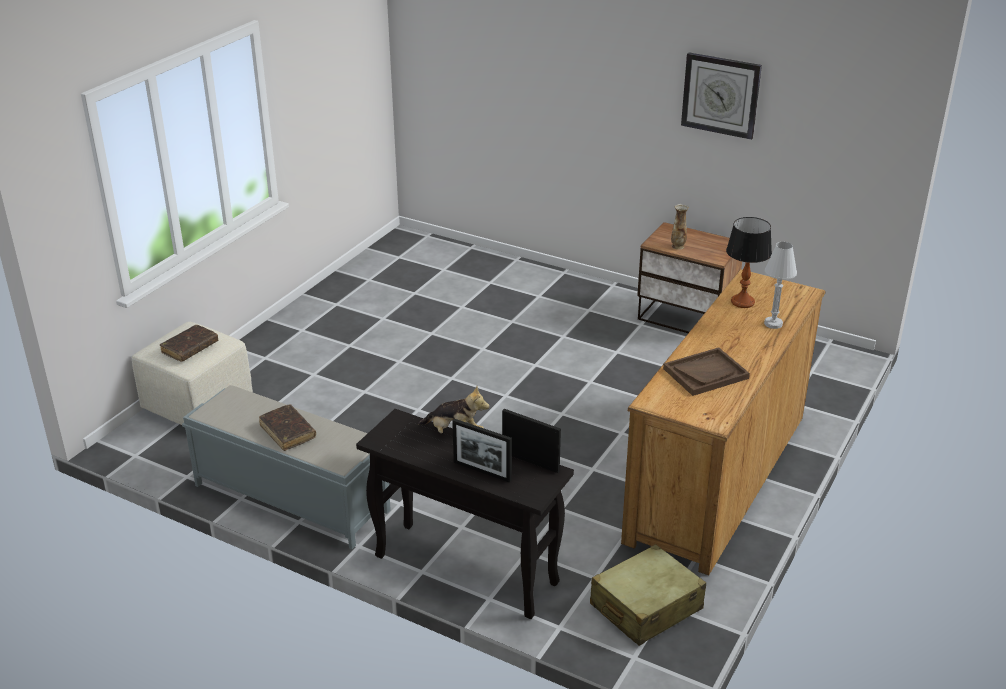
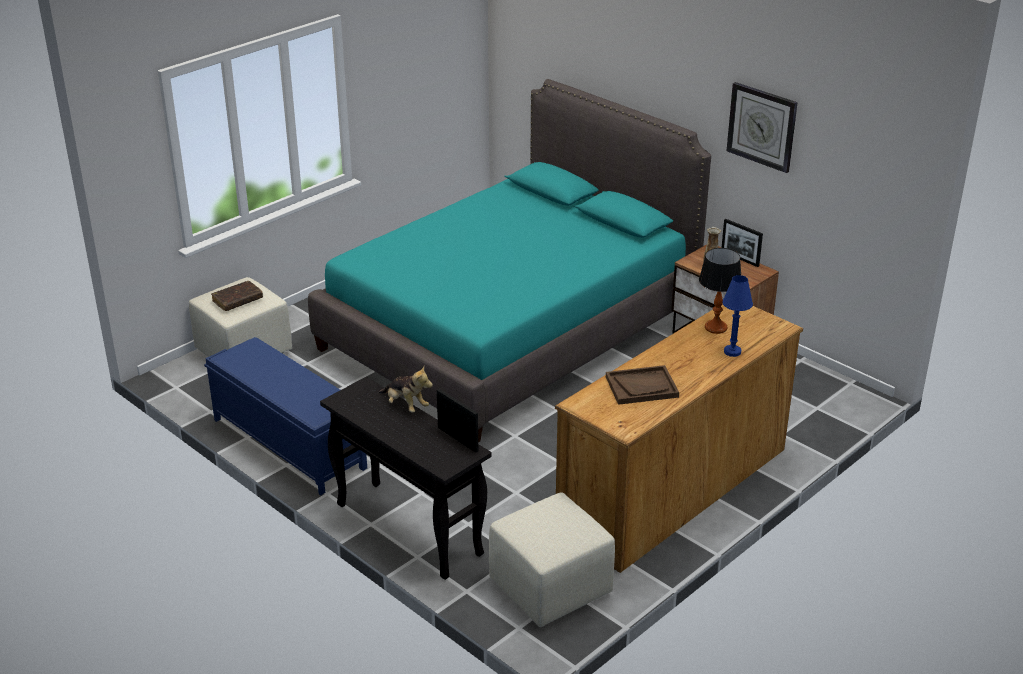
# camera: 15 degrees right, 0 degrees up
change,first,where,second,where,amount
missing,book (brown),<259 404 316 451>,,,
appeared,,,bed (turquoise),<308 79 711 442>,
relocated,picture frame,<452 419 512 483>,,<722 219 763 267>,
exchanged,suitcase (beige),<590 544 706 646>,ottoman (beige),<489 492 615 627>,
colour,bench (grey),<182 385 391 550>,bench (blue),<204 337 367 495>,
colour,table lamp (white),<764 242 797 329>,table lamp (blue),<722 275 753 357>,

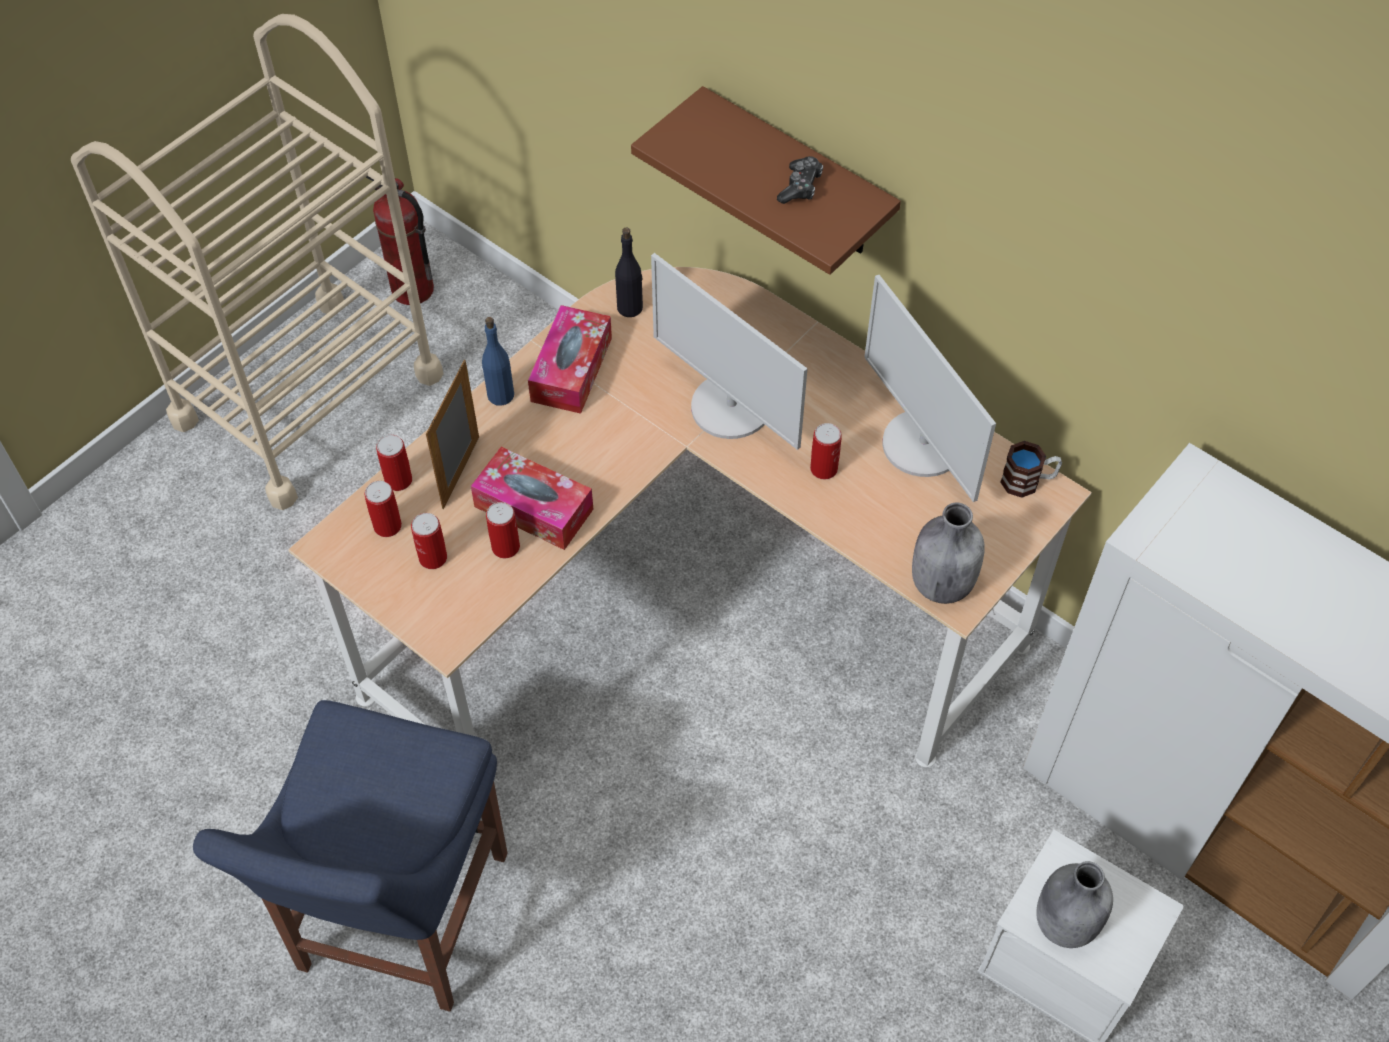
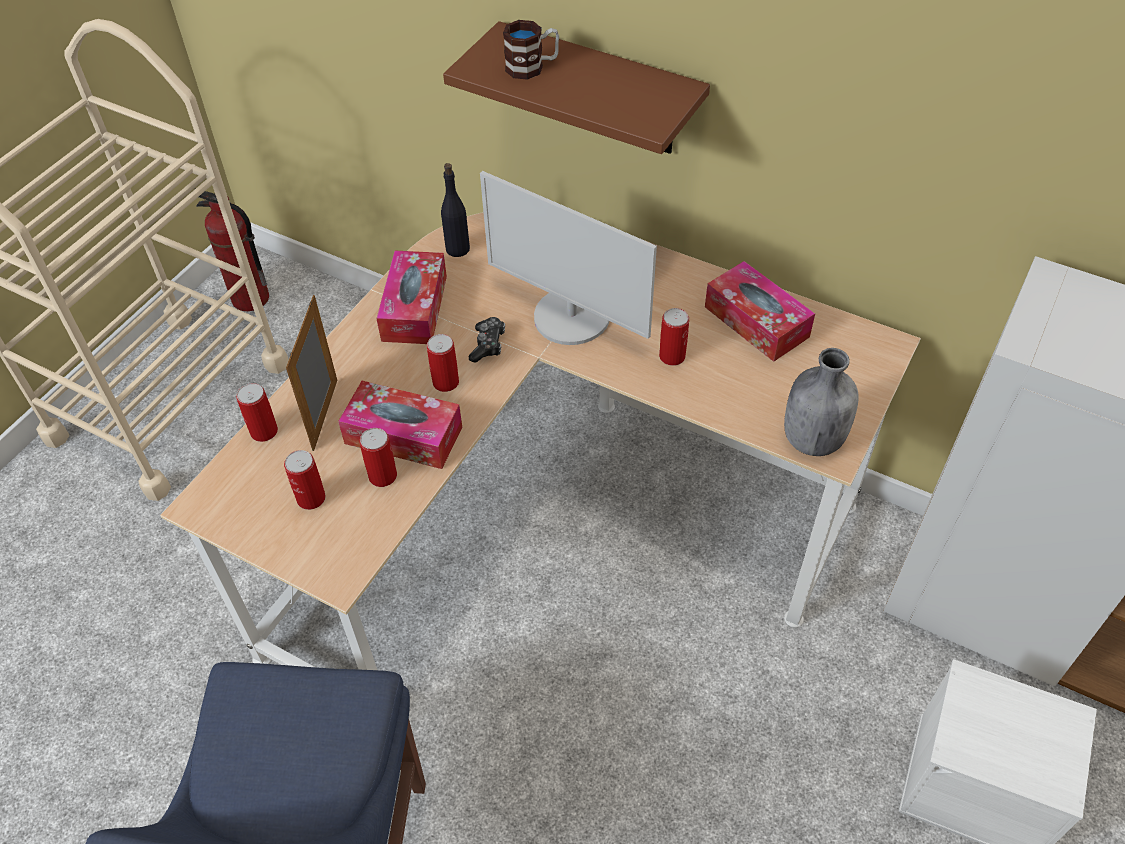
# camera: 10 degrees left, 5 degrees down
change,first,where,second,where,amount
missing,bottle (blue),<482 317 514 406>,,,
missing,bottle (grey),<1036 861 1113 948>,,,
relocated,can,<364 481 402 537>,,<427 334 459 392>,
relocated,game controller,<777 156 823 204>,,<469 317 505 363>,
relocated,mug,<1000 441 1062 498>,,<503 20 559 80>,
exchanged,monitor,<864 275 996 502>,tissue box,<705 261 815 362>,

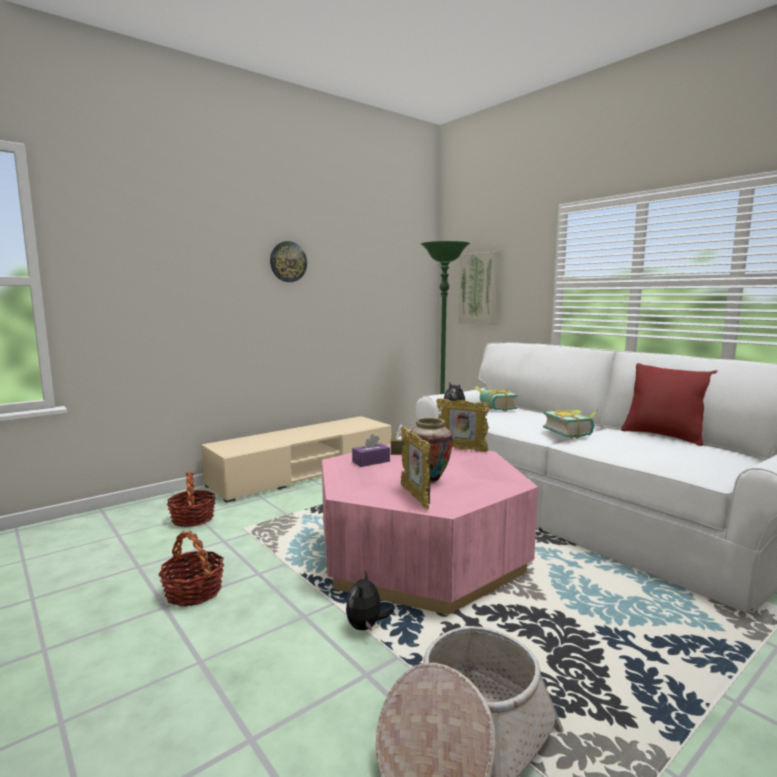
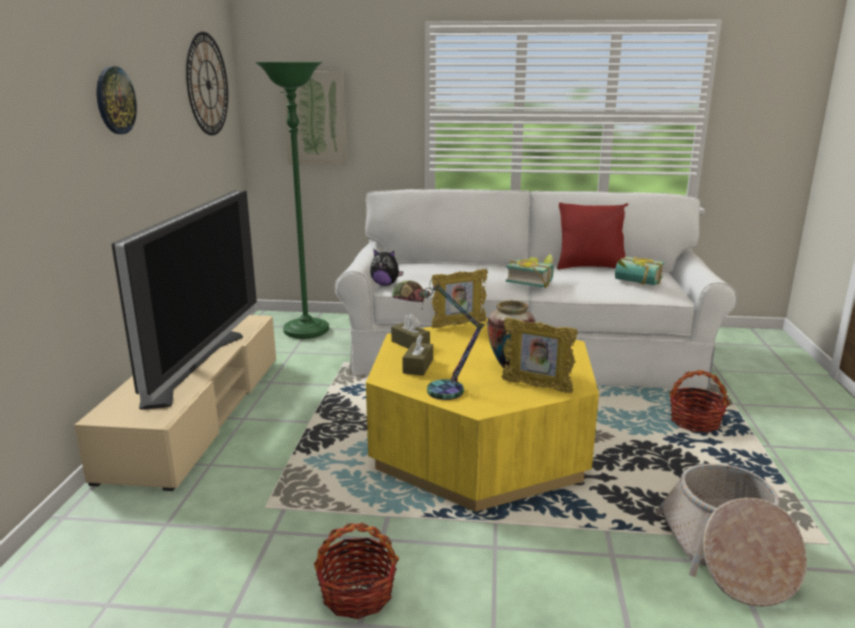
# camera: 45 degrees left, 10 degrees up
change,first,where,second,where,amount
missing,plush toy,<346 570 393 631>,,,
appeared,,,television,<111 190 257 410>,
appeared,,,wall clock,<186 32 228 136>,
appeared,,,table lamp,<392 278 487 400>,
relocated,basket,<167 472 216 527>,,<669 370 730 433>,
relocated,book,<475 386 518 412>,,<615 256 664 285>,
colour,coffee table (pink),<322 444 538 615>,coffee table (yellow),<366 318 599 512>,
colour,tissue box (purple),<352 434 390 467>,tissue box (brown),<402 335 433 376>,

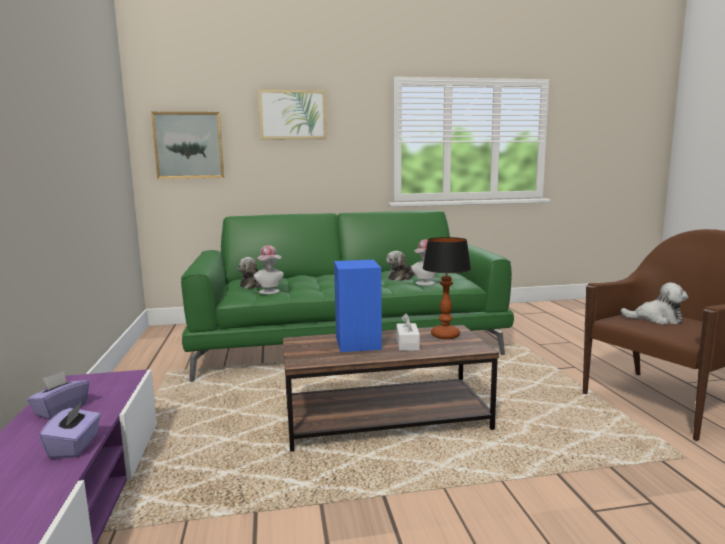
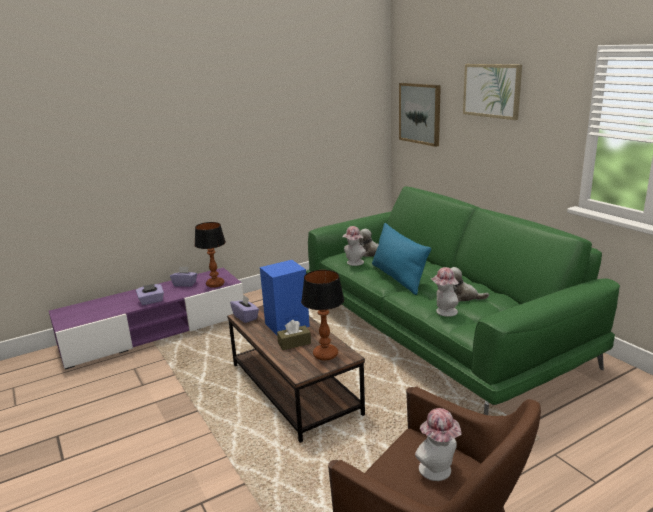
# camera: 70 degrees right, 10 degrees up
change,first,where,second,where,amount
appeared,,,table lamp,<194 222 226 288>,
appeared,,,tissue box (purple),<230 295 259 323>,
appeared,,,pillow (blue),<372 223 431 295>,
exchanged,plush toy,<620 282 688 325>,hat,<415 408 462 481>,
colour,tissue box (white),<397 314 420 351>,tissue box (brown),<277 320 311 350>,

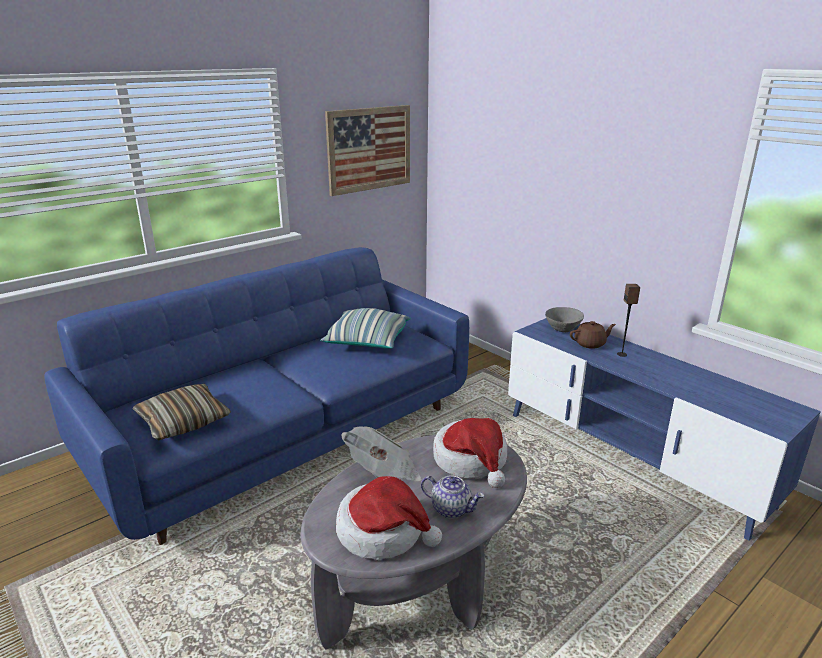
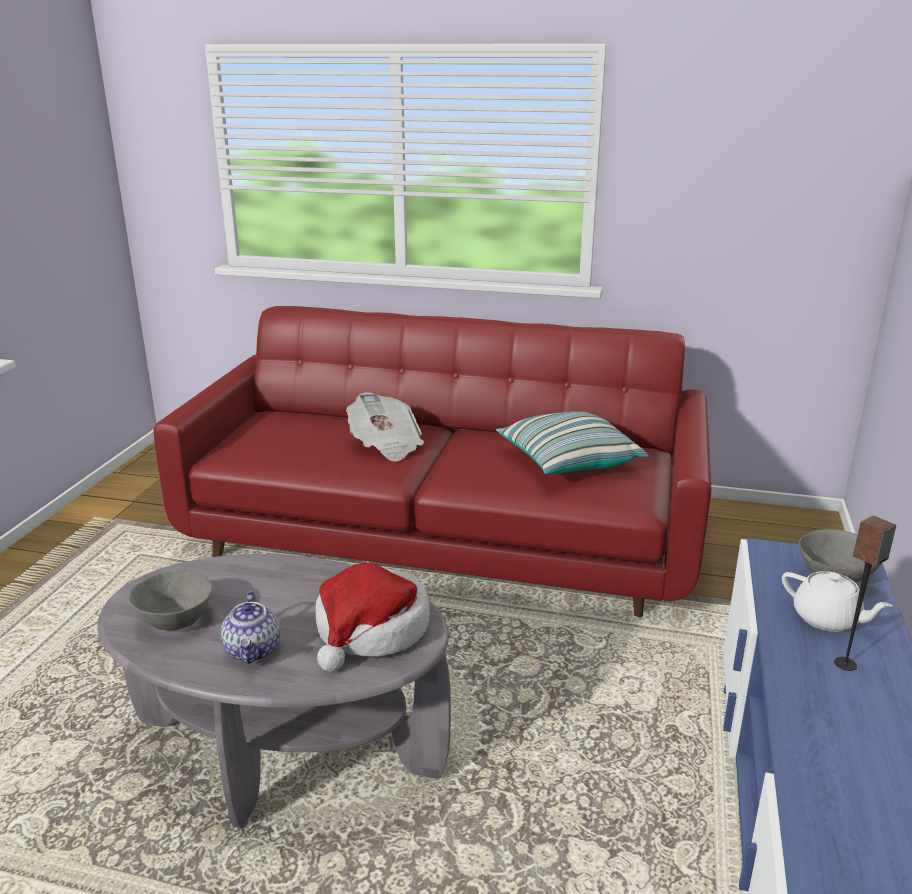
# camera: 55 degrees right, 0 degrees up
change,first,where,second,where,amount
missing,pillow,<132 384 231 440>,,,
missing,picture,<325 105 410 196>,,,
relocated,newspaper,<342 426 421 481>,,<346 392 424 462>,
exchanged,hat,<336 476 442 560>,bowl (grey),<129 570 212 631>,
colour,sofa (blue),<44 247 469 545>,sofa (red),<154 306 711 617>,
colour,teapot (brown),<570 321 616 349>,teapot (white),<782 571 893 632>,

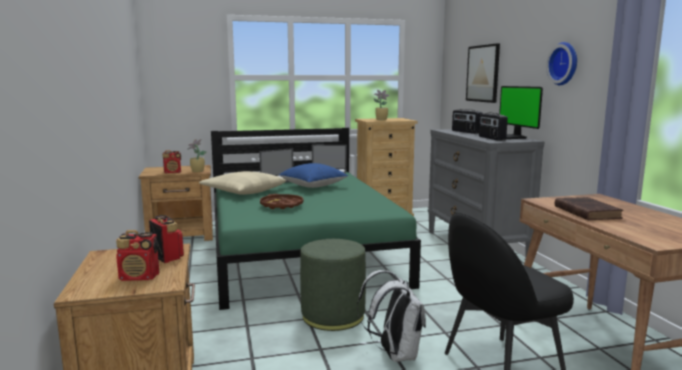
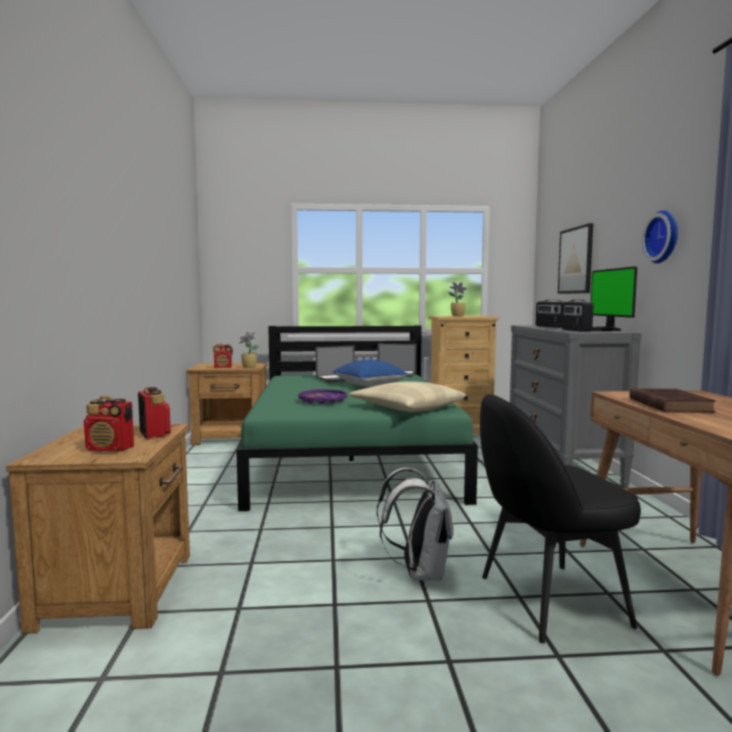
# camera: 10 degrees right, 5 degrees down
change,first,where,second,where,amount
missing,ottoman (green),<300 239 366 331>,,,
relocated,pillow (beige),<199 171 286 195>,,<349 381 466 412>,
colour,tray (brown),<260 194 304 209>,tray (purple),<298 389 347 404>,

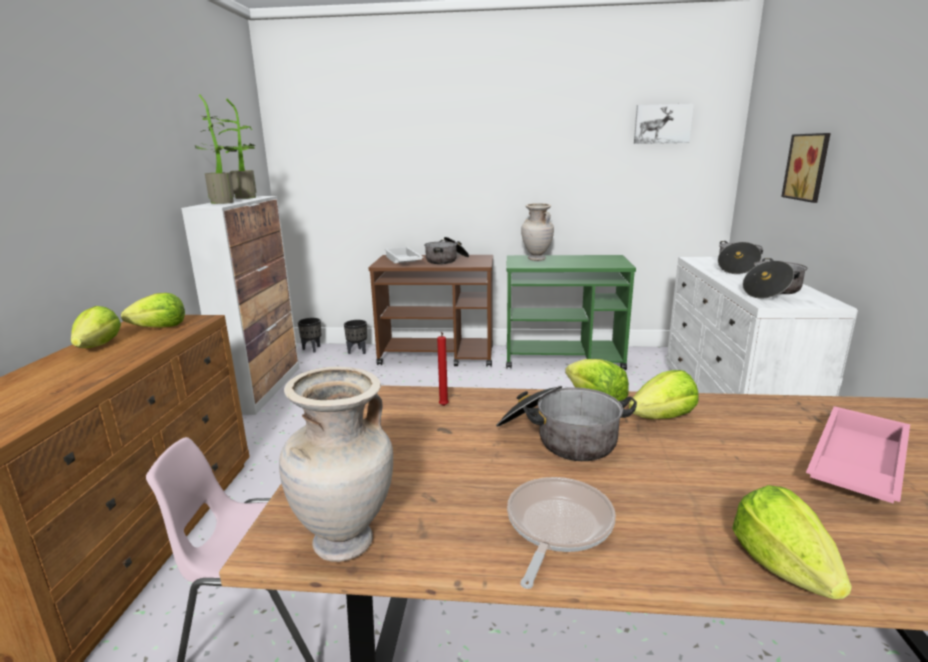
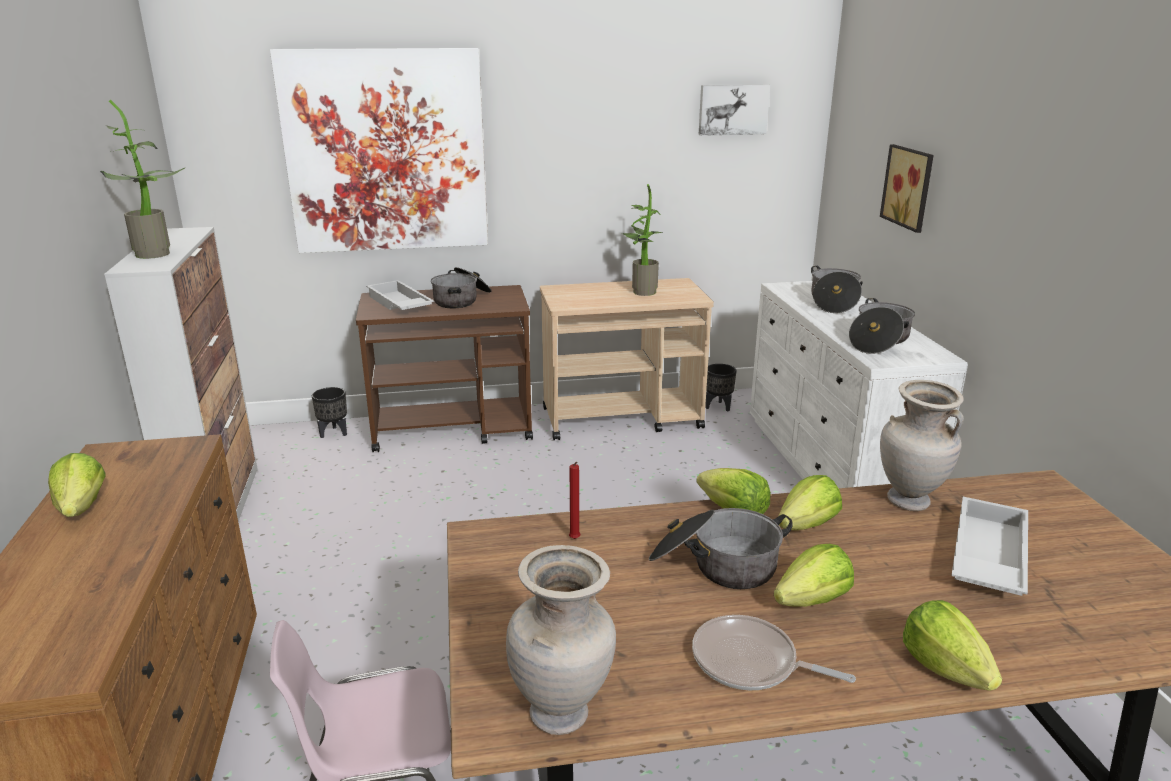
# camera: 15 degrees left, 5 degrees up
change,first,where,second,where,amount
appeared,,,picture,<270 48 488 253>,
relocated,lettuce,<121 293 185 328>,,<774 544 854 607>,
relocated,potted plant,<213 98 257 199>,,<623 184 664 296>,
relocated,planter (black),<298 318 321 352>,,<706 364 737 412>,
relocated,vase (beige),<521 203 554 261>,,<880 380 964 511>,
colour,cart (green),<506 255 636 370>,cart (beige),<540 278 714 440>,
colour,tray (pink),<806 406 910 503>,tray (white),<951 497 1028 596>,
spun,frying pan,<507 477 616 589>,,<692 615 856 691>,75 degrees counterclockwise

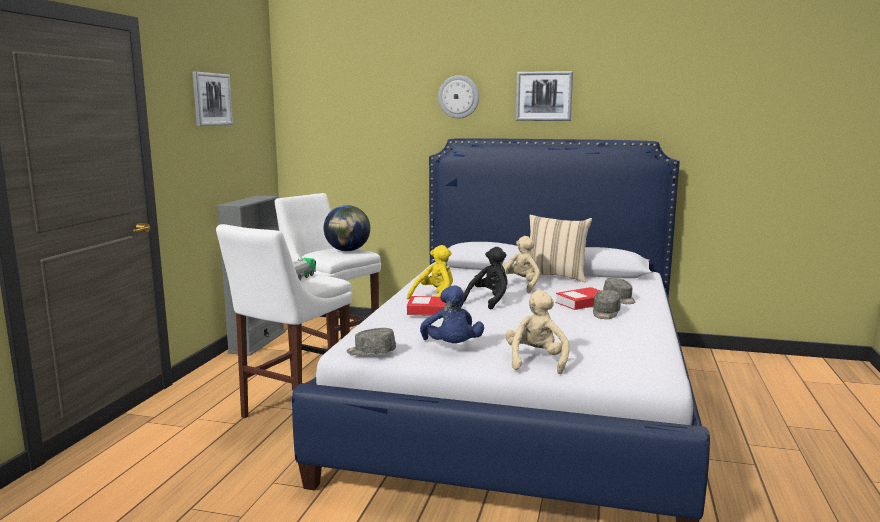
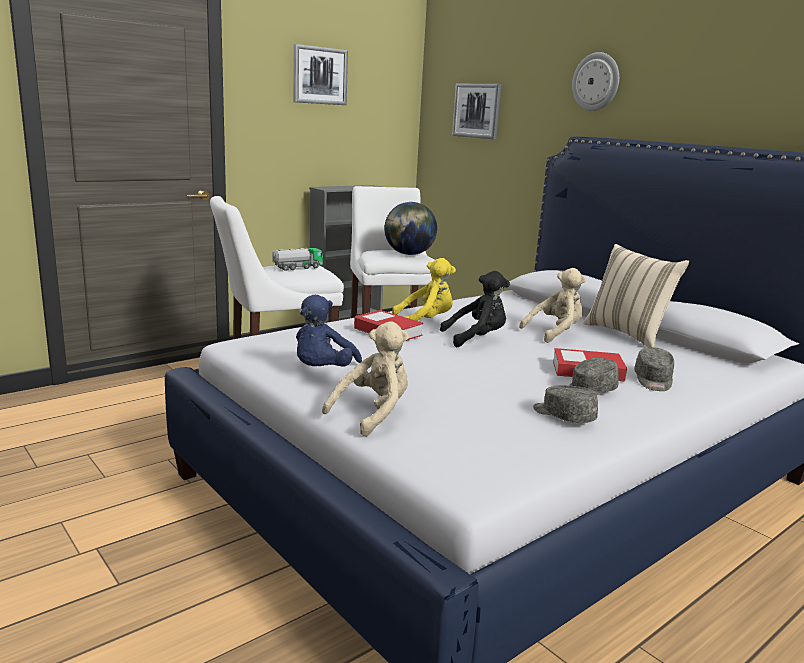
# camera: 35 degrees right, 5 degrees up
change,first,where,second,where,amount
relocated,cap (grey),<346 328 396 355>,,<533 385 598 423>,
relocated,picture,<516 71 573 121>,,<452 84 501 139>,

